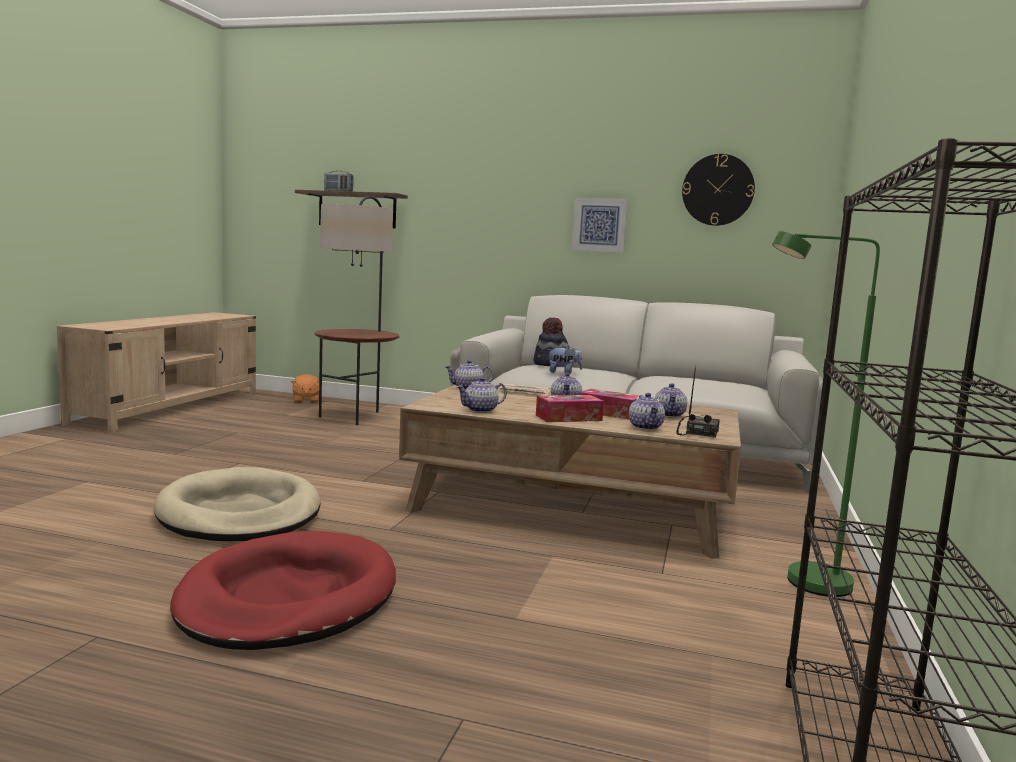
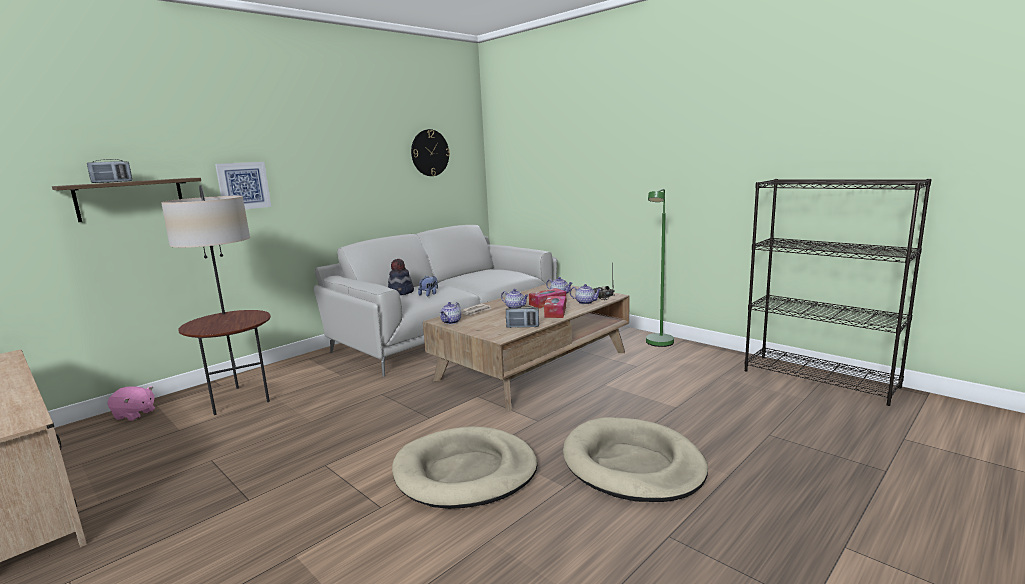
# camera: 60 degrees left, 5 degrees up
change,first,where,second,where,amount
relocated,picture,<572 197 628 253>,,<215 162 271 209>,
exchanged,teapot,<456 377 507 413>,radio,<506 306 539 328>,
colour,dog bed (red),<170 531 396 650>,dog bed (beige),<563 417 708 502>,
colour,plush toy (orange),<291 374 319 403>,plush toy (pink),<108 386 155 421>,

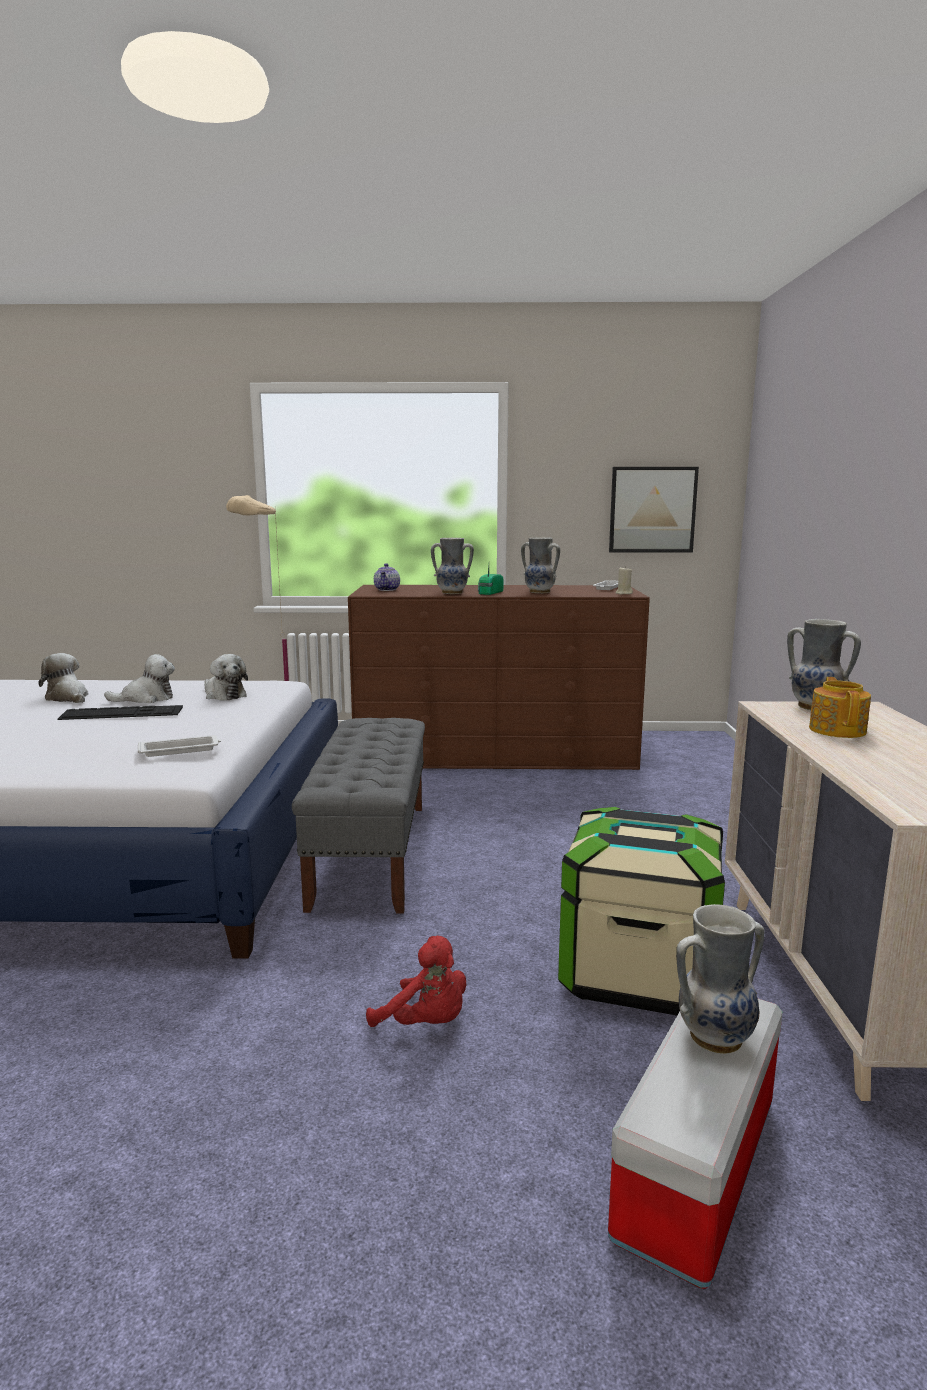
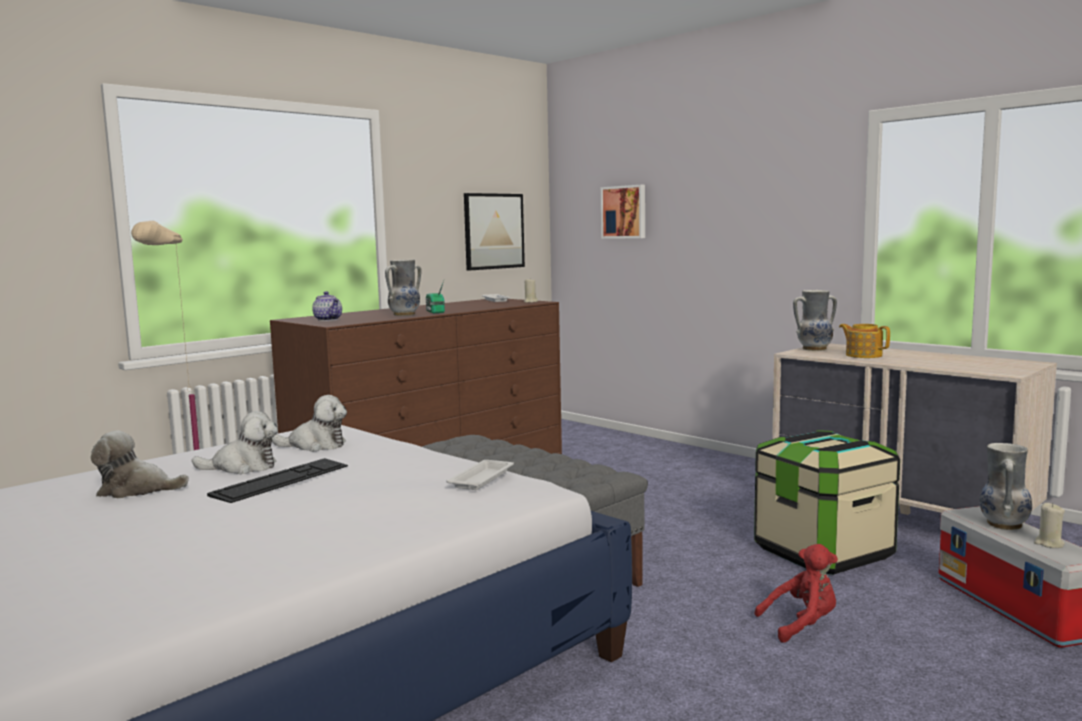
# camera: 45 degrees left, 5 degrees down
change,first,where,second,where,amount
missing,vase,<521 537 560 593>,,,
appeared,,,picture,<601 185 645 239>,
appeared,,,candle (beige),<1034 503 1065 548>,
spun,plush toy,<104 654 175 703>,,<192 411 278 475>,60 degrees clockwise

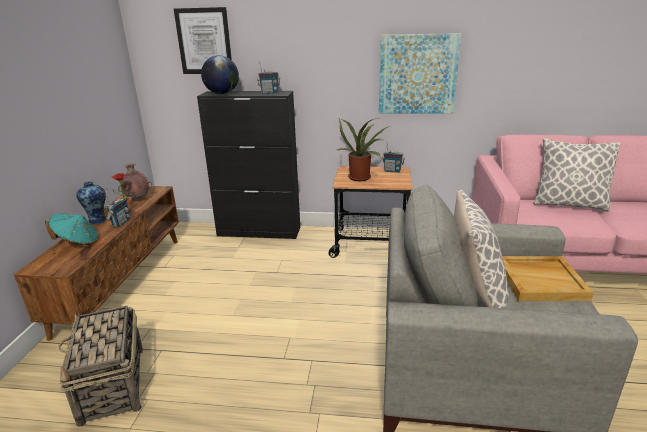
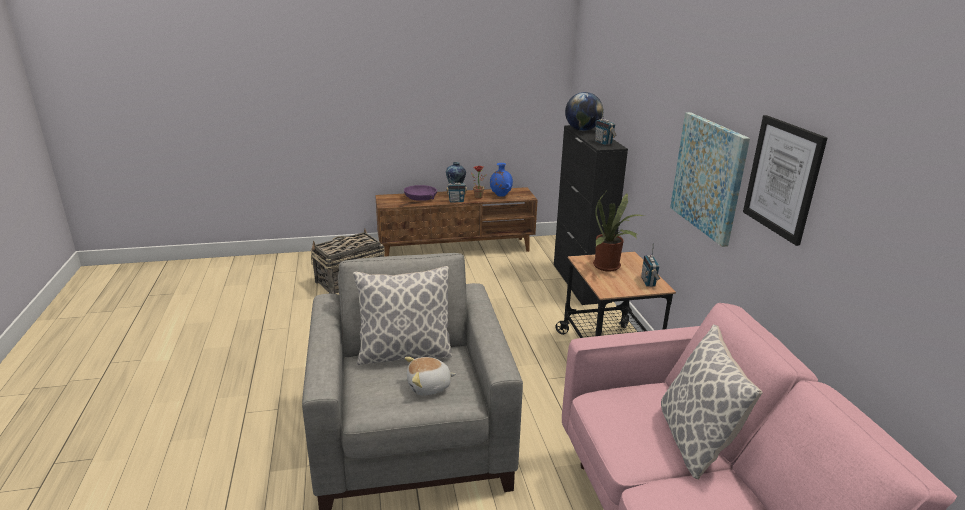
# camera: 70 degrees right, 0 degrees up
change,first,where,second,where,amount
relocated,picture,<174 7 232 74>,,<743 115 827 246>,
exchanged,hat (turquoise),<45 213 99 245>,bowl (purple),<404 185 437 201>,
exchanged,tray (beige),<502 256 594 301>,plush toy,<405 357 456 395>,
colour,vase (brown),<118 163 152 201>,vase (blue),<490 163 513 197>,

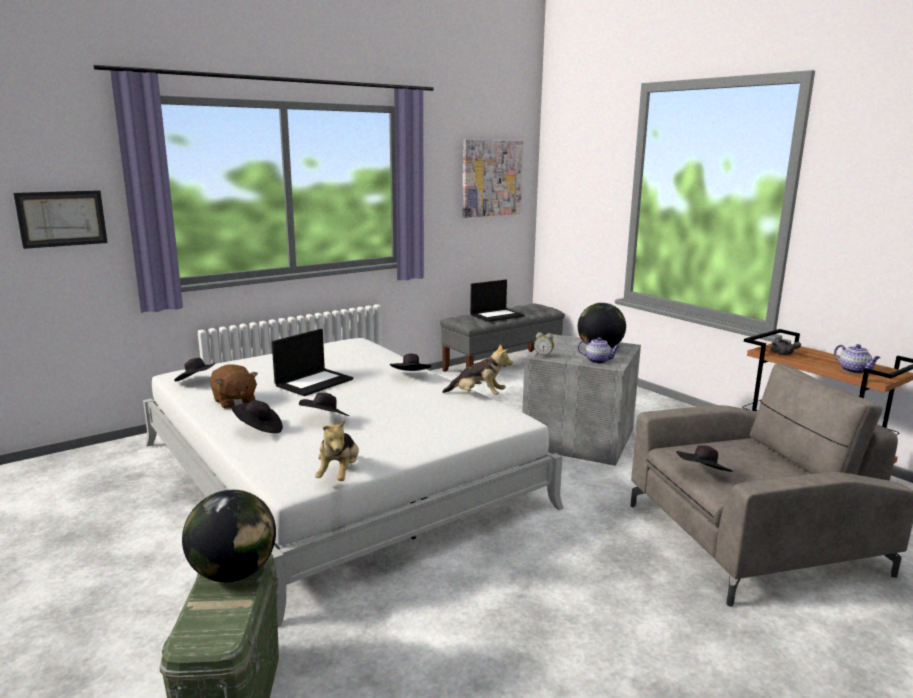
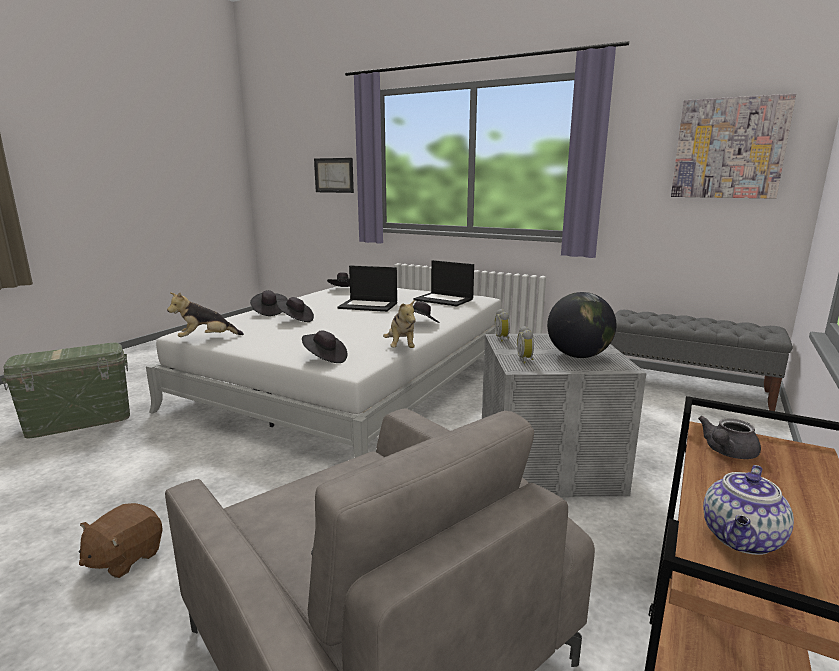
# camera: 65 degrees right, 0 degrees up
change,first,where,second,where,amount
missing,globe,<182 490 276 582>,,,
relocated,plush toy (brown),<210 364 258 409>,,<79 503 163 578>,
relocated,laptop,<470 280 524 322>,,<413 260 474 307>,
relocated,hat (black),<676 445 732 472>,,<302 330 347 363>,
exchanged,teapot,<578 337 620 364>,alarm clock,<517 326 534 363>,

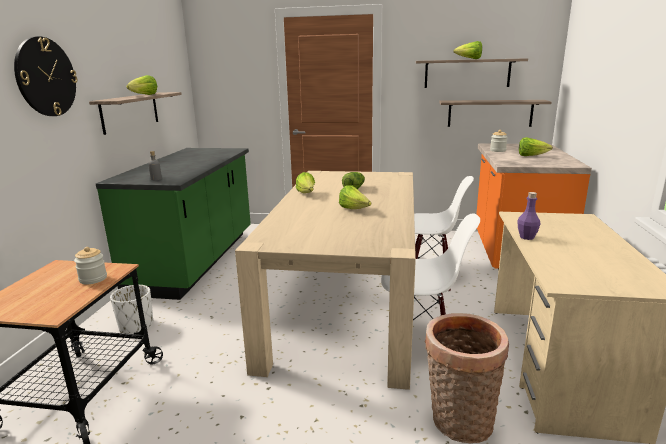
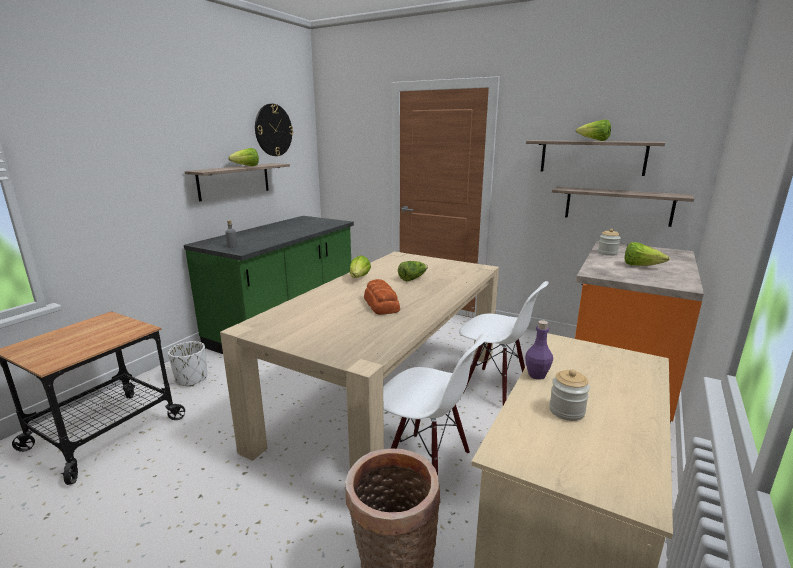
# camera: 20 degrees right, 0 degrees up
change,first,where,second,where,amount
relocated,wall clock,<14 36 77 116>,,<255 104 293 156>,
relocated,jar,<74 247 107 284>,,<549 369 590 421>,
exchanged,lettuce,<339 186 371 209>,bread,<364 279 400 315>,

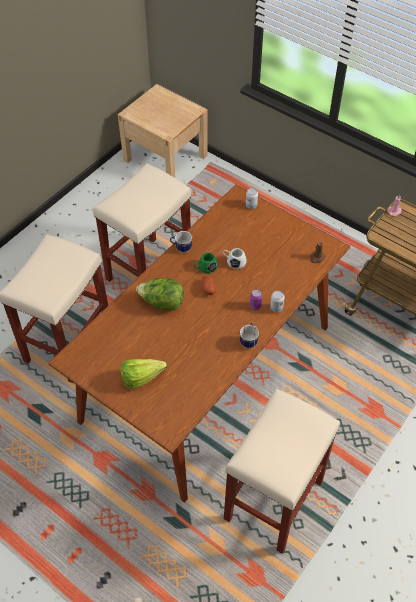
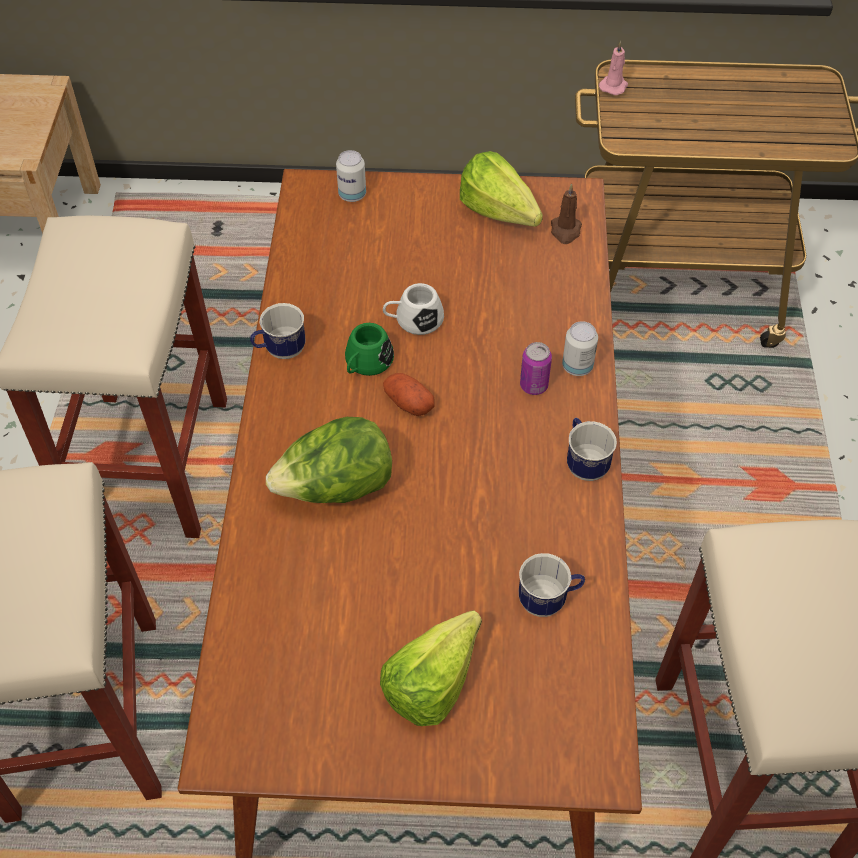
# camera: 35 degrees left, 0 degrees up
change,first,where,second,where,amount
appeared,,,lettuce,<460 151 543 227>,
appeared,,,mug,<519 553 585 617>,

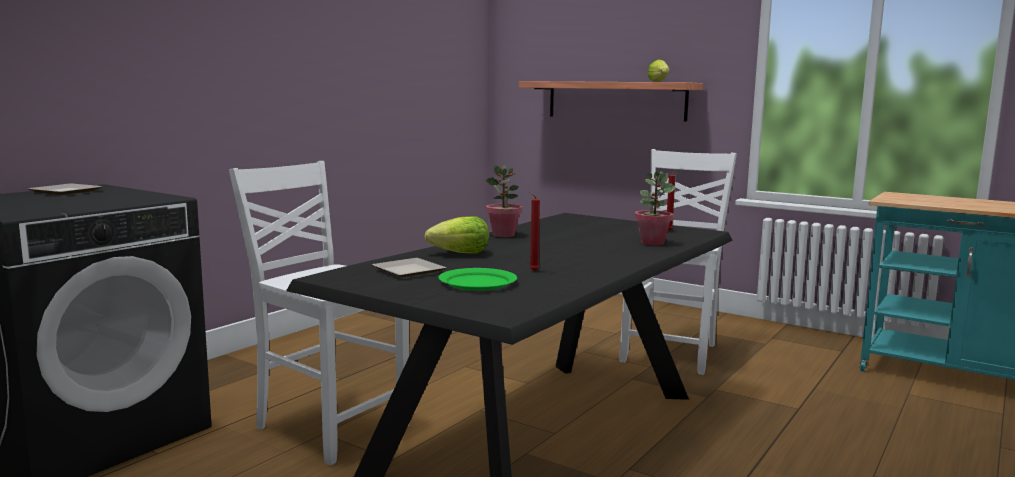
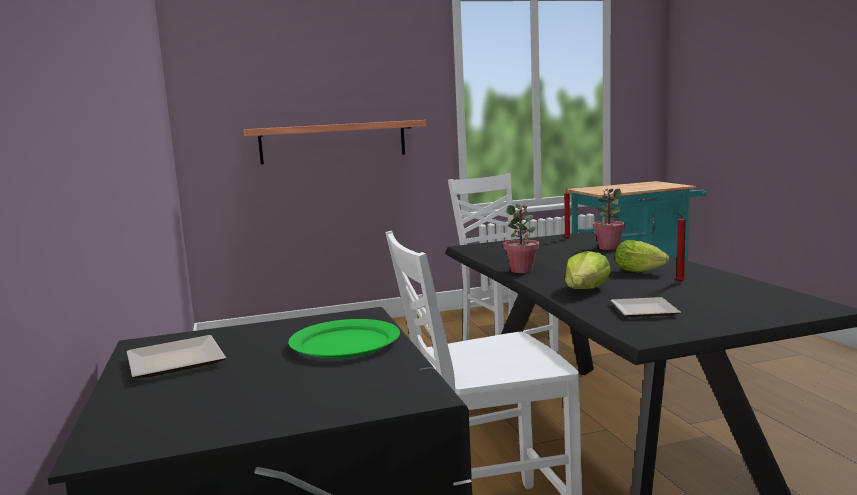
# camera: 50 degrees left, 0 degrees up
change,first,where,second,where,amount
relocated,plate (green),<438 268 517 291>,,<288 319 400 359>,
relocated,lettuce,<648 60 669 82>,,<615 240 669 272>,

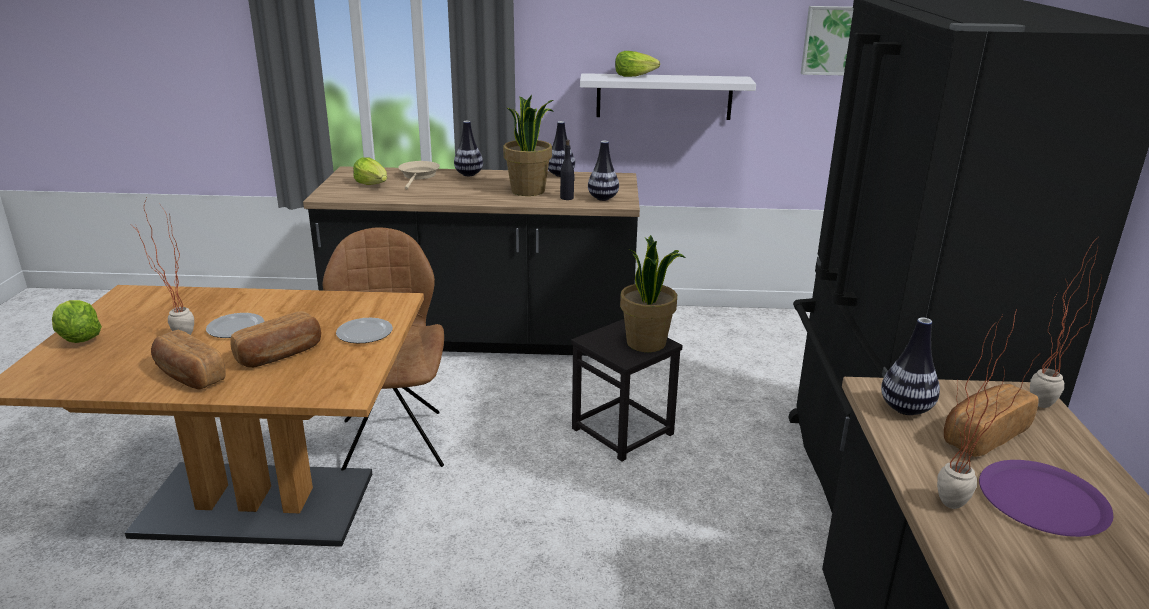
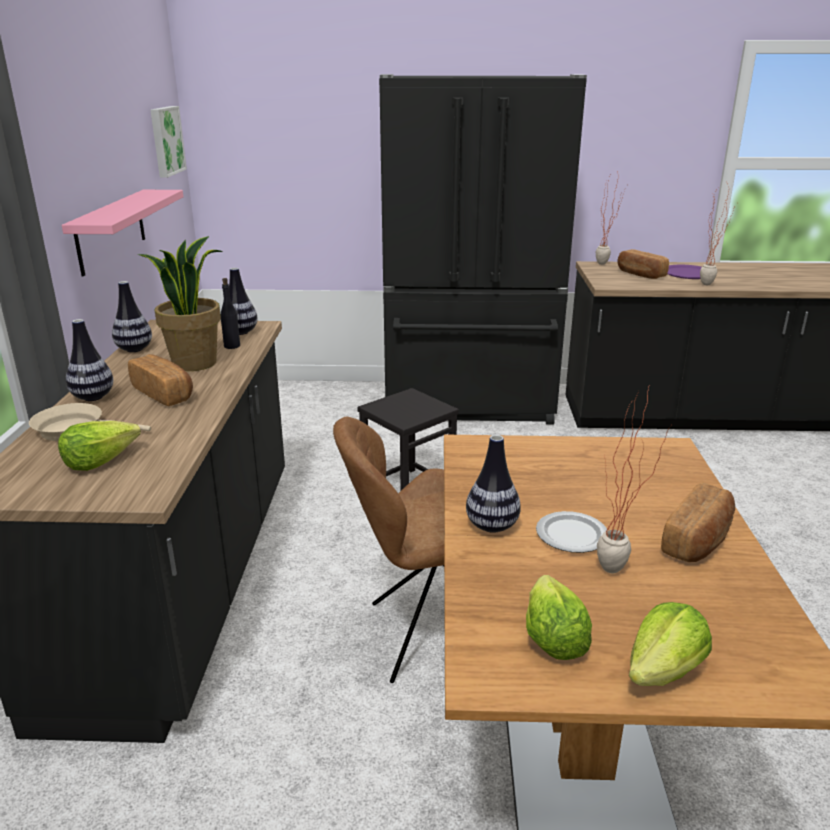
# camera: 90 degrees left, 0 degrees up
change,first,where,second,where,amount
missing,plate,<336 318 393 343>,,,
missing,potted plant,<620 235 686 352>,,,
relocated,bread,<230 311 321 368>,,<128 354 193 406>,
relocated,lettuce,<615 51 660 77>,,<526 575 592 660>,
relocated,vase,<881 318 940 415>,,<466 435 521 533>,
colour,shelf (white),<580 73 756 120>,shelf (pink),<62 190 183 276>,

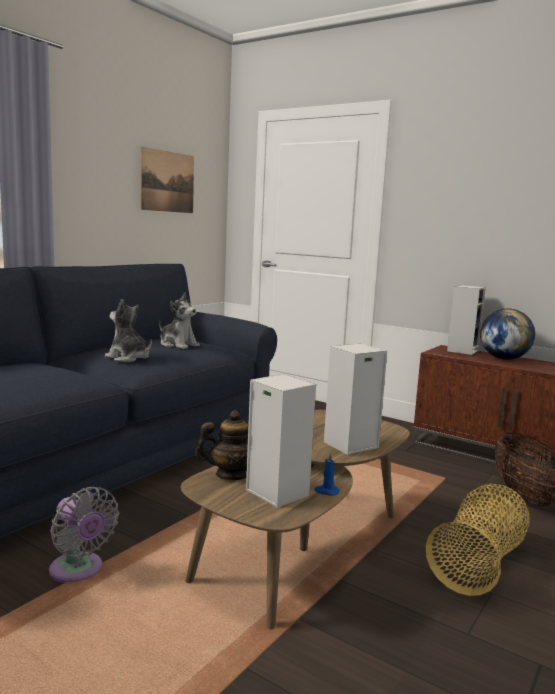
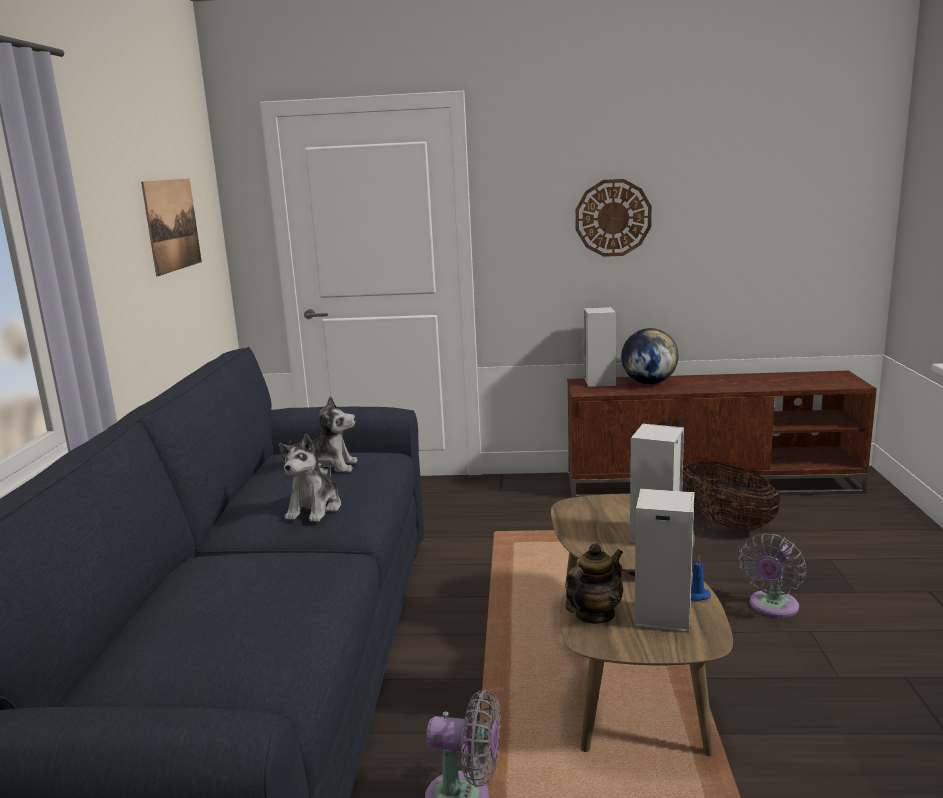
# camera: 30 degrees left, 5 degrees up
change,first,where,second,where,amount
appeared,,,wall clock,<575 179 652 257>,
exchanged,basket,<426 484 530 596>,fan (grey),<738 533 806 618>,
spun,plush toy,<105 299 152 362>,,<279 434 341 522>,75 degrees counterclockwise

